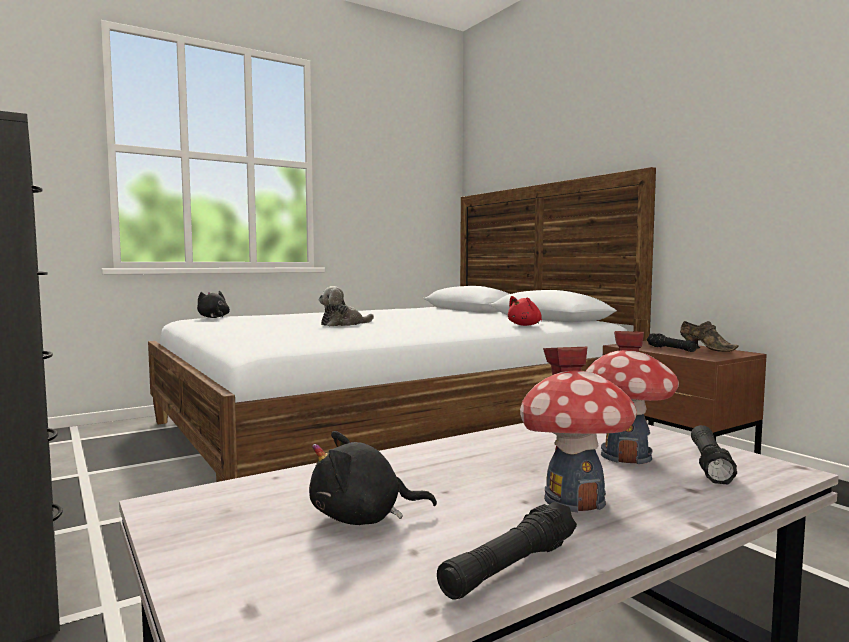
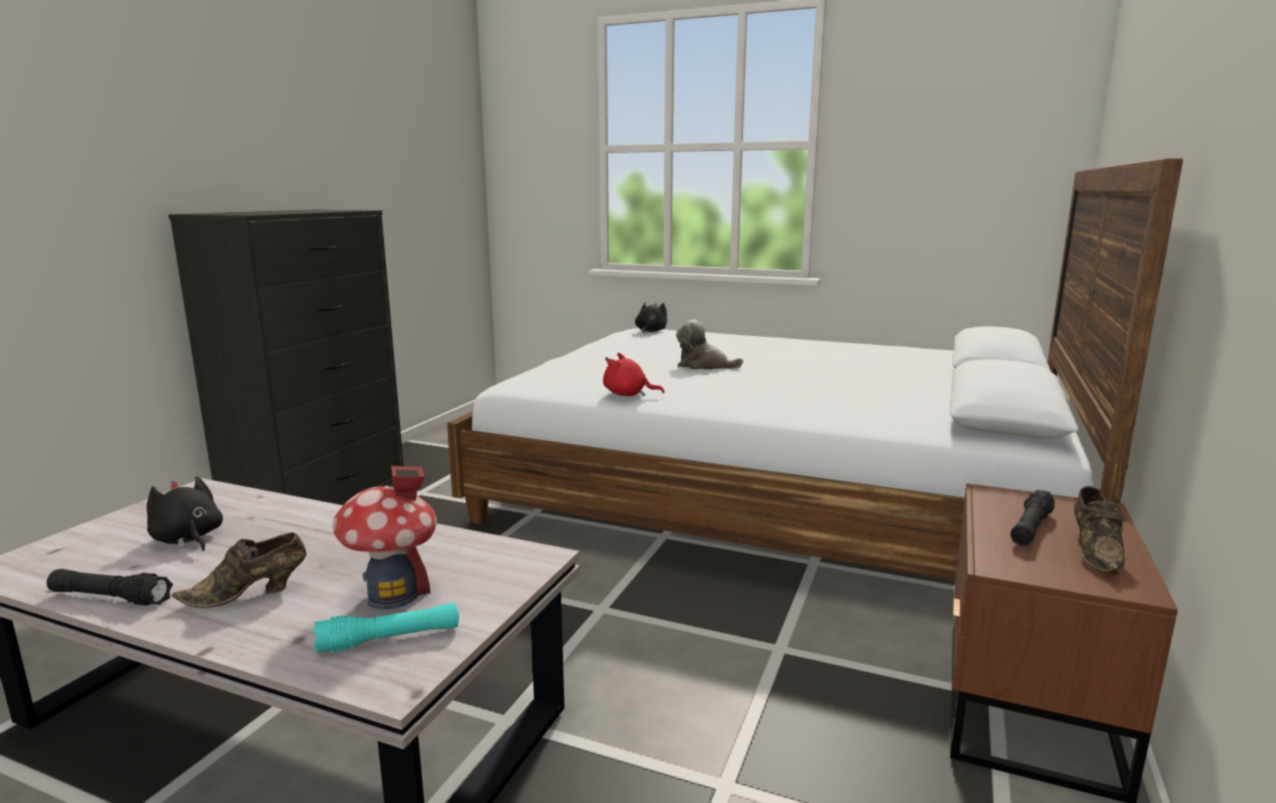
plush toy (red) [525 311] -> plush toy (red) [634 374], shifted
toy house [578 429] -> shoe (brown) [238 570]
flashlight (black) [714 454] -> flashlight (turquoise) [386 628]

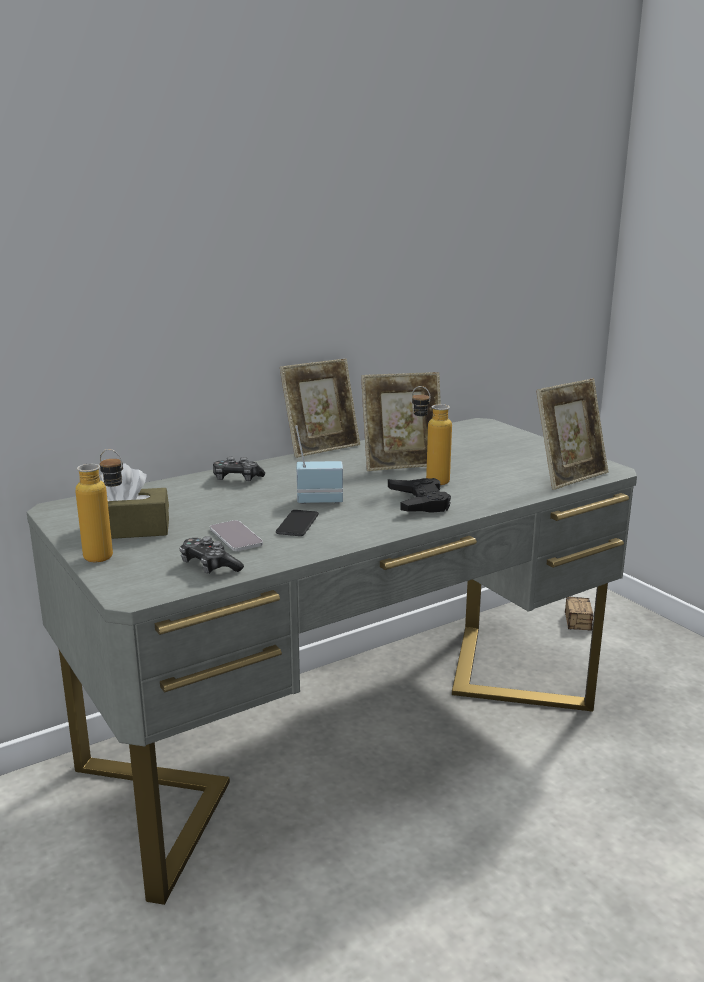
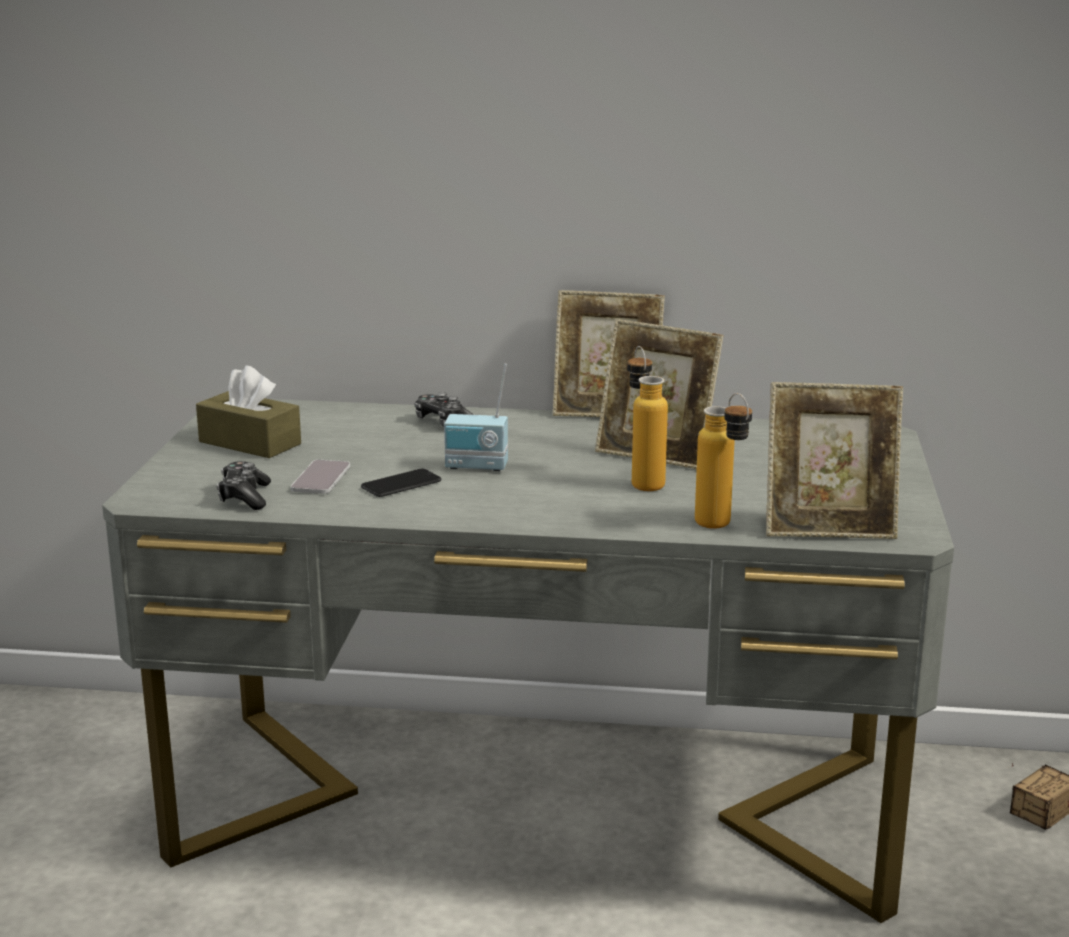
radio [319 464] -> radio [476 417], 150 degrees clockwise
bottle [99 505] -> bottle [723 460], shifted
game controller (black) [419 495] -> none

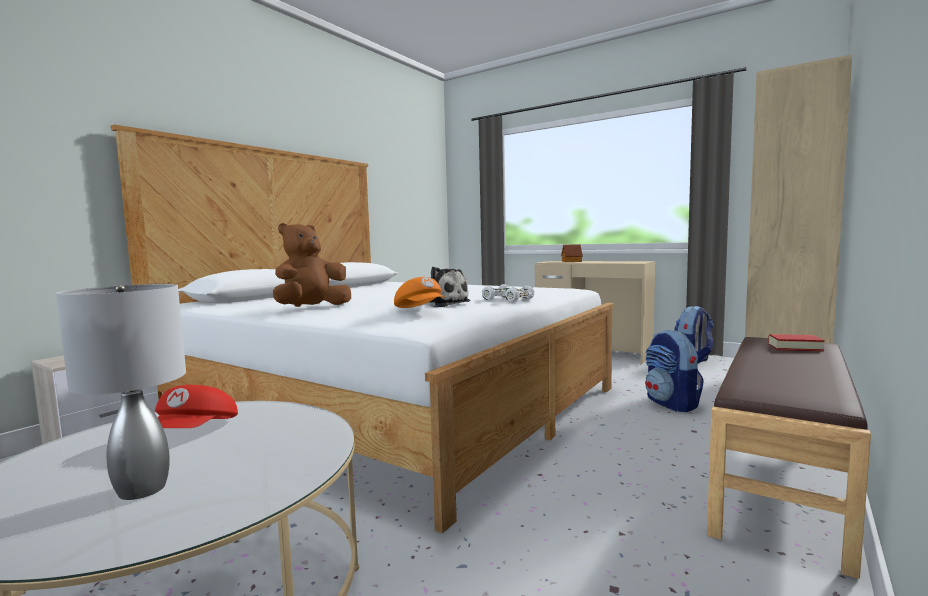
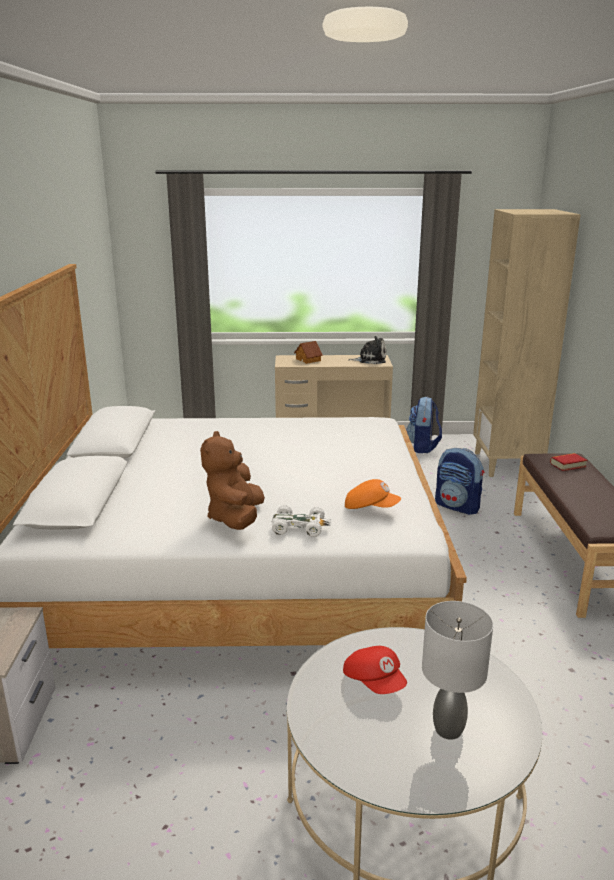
plush toy [446 287] -> plush toy [367 350], shifted
toy car (white) [508 293] -> toy car (white) [301 521], shifted

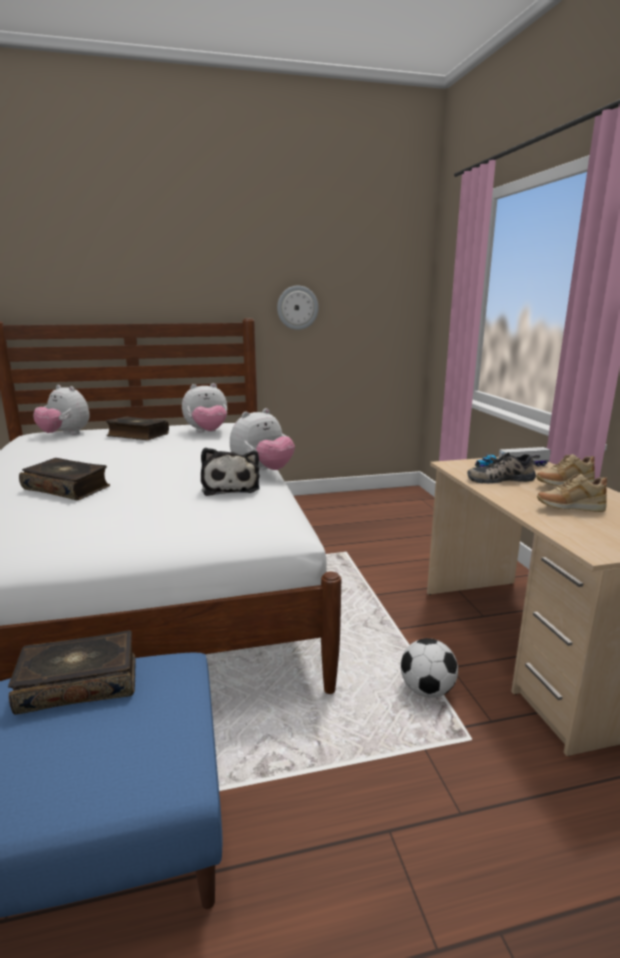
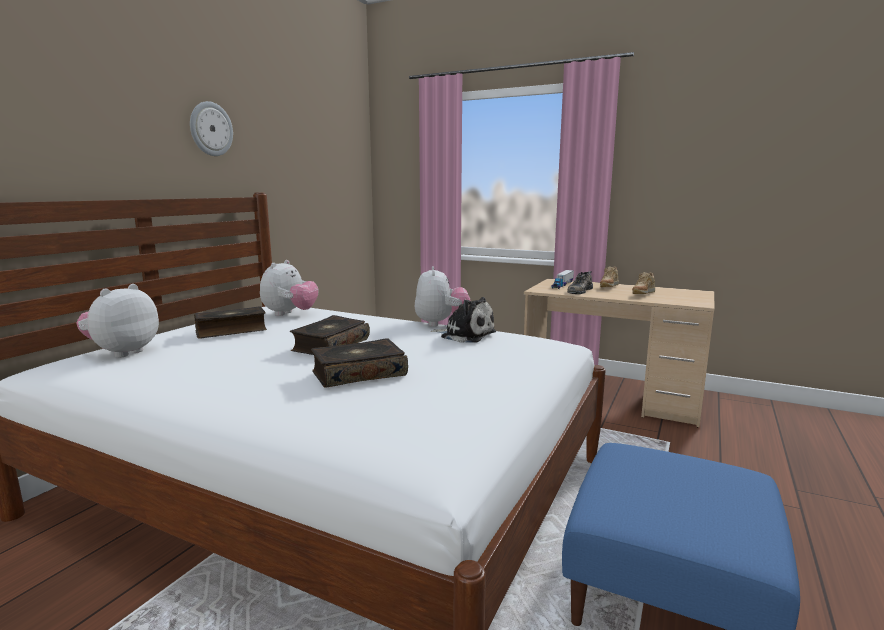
wall clock [298 308] -> wall clock [211 128], shifted
plush toy [61 410] -> plush toy [117 321], 135 degrees clockwise
book [72 672] -> book [330 335], shifted
football [429 668] -> none

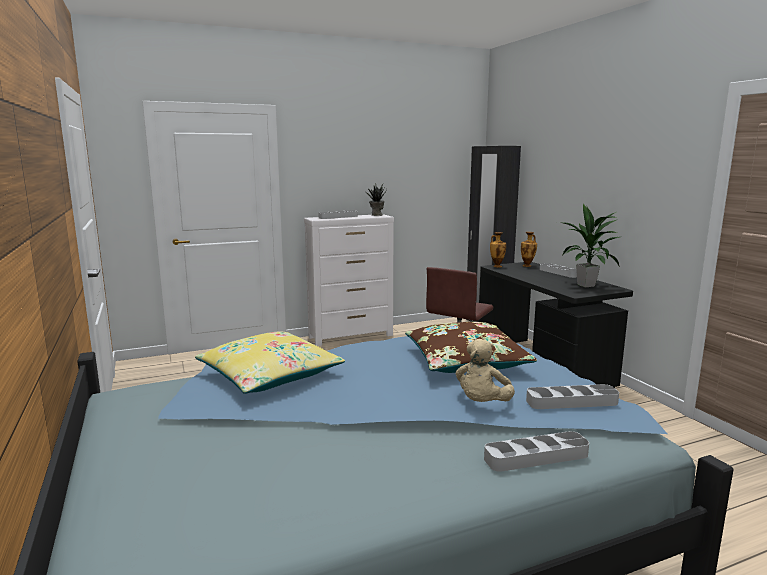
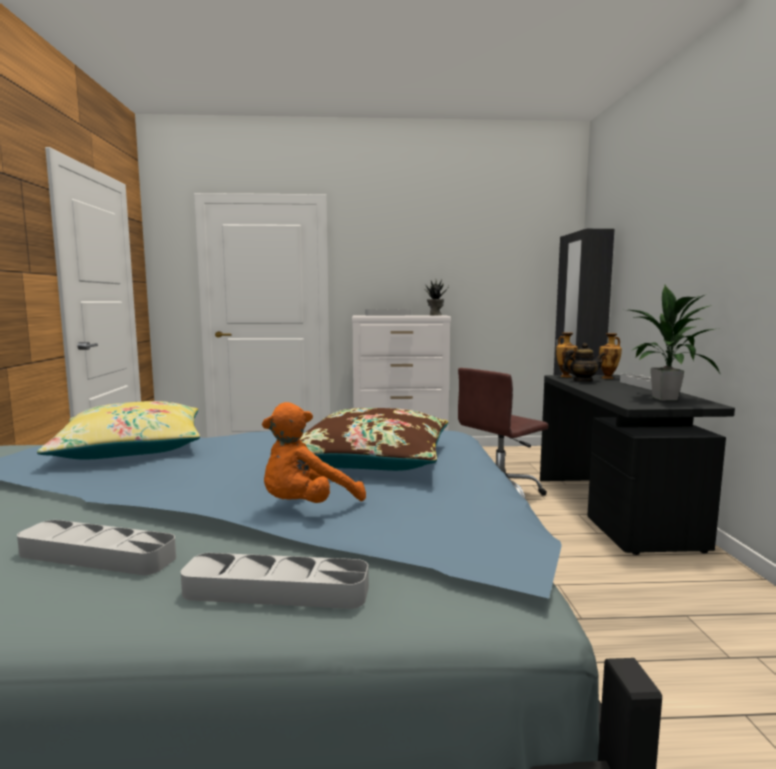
plush toy (beige) [485 370] -> plush toy (orange) [314 452]
tray (grey) [572 396] -> tray (grey) [96 547], shifted
none -> teapot [583 362]

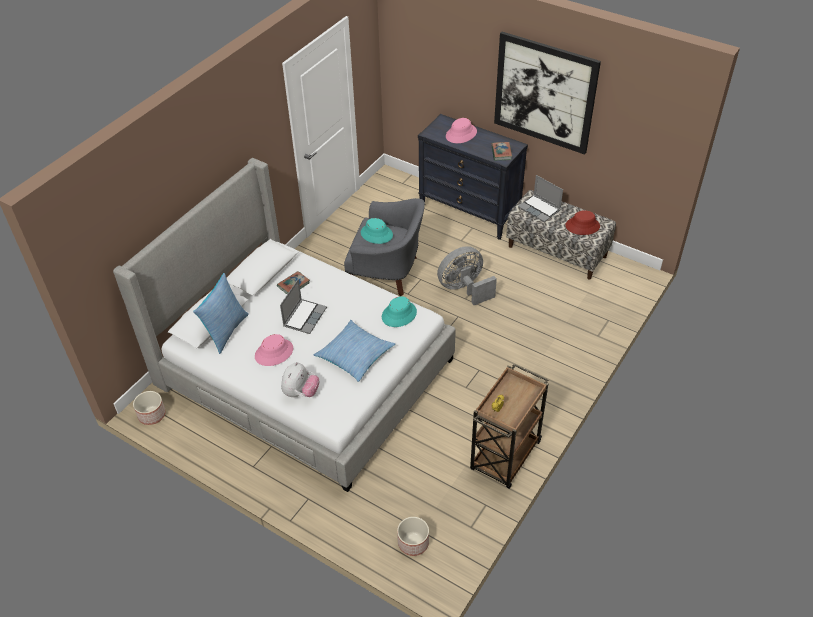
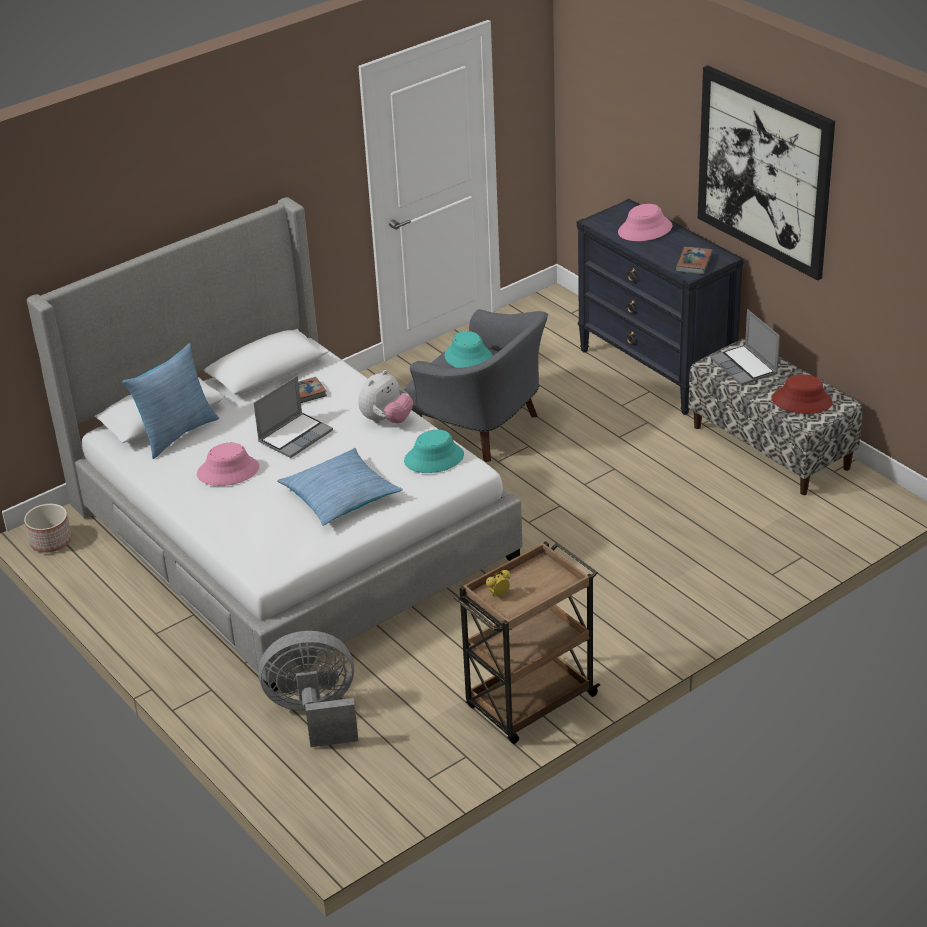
fan (grey) [467 275] -> fan (grey) [308 689], shifted
plush toy [300 379] -> plush toy [385 397], shifted
planter [413 536] -> none

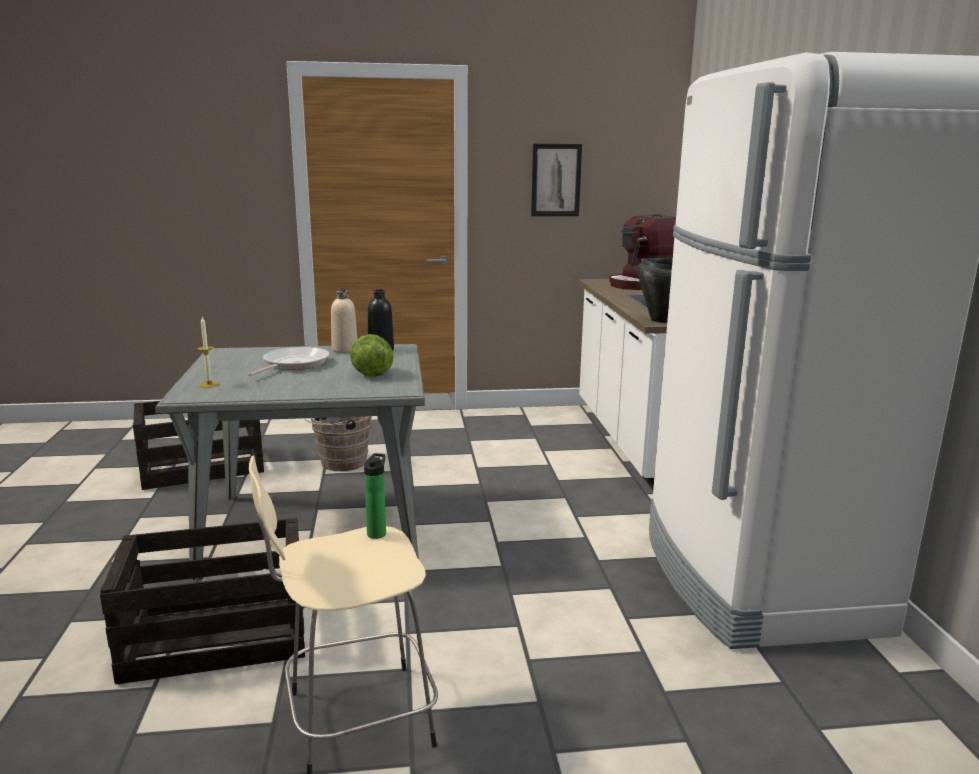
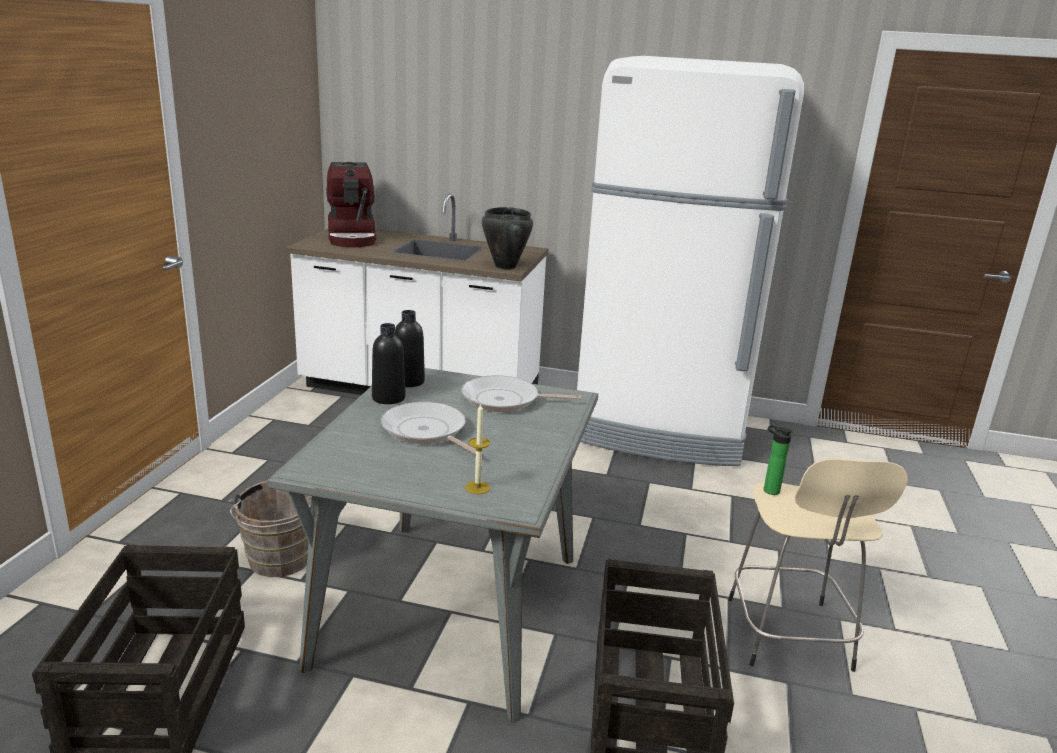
picture [556 180] -> none
bottle (beige) [344 321] -> bottle (black) [388 363]
lettuce [372 355] -> frying pan [521 393]

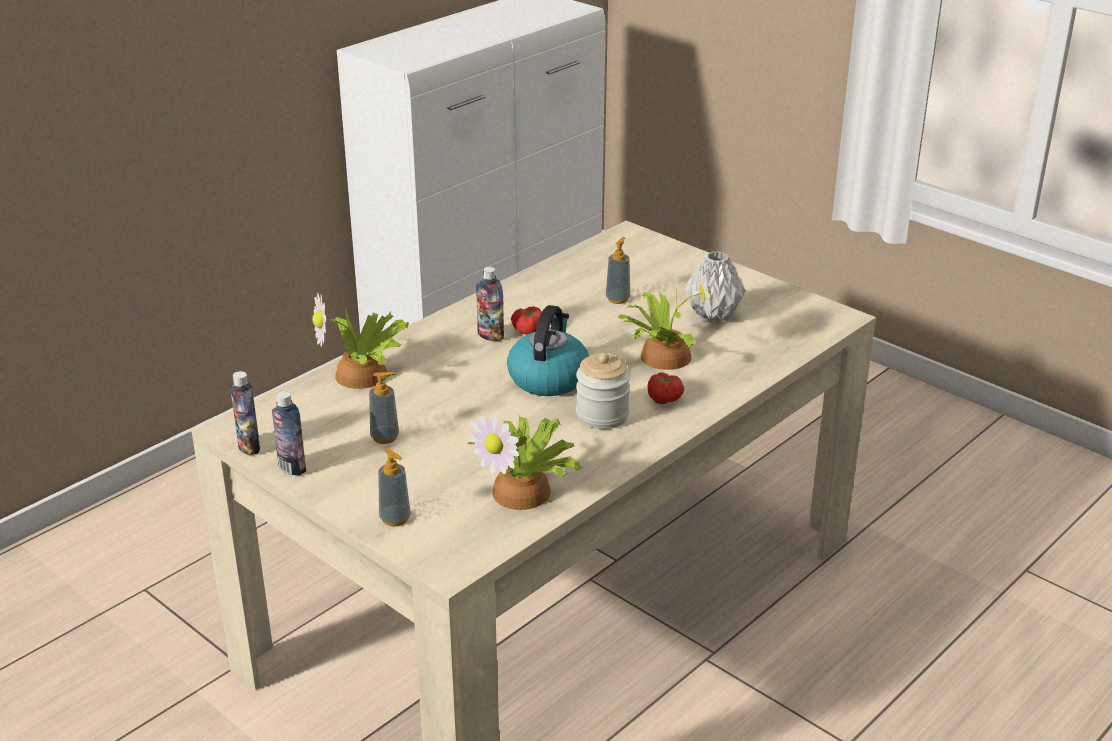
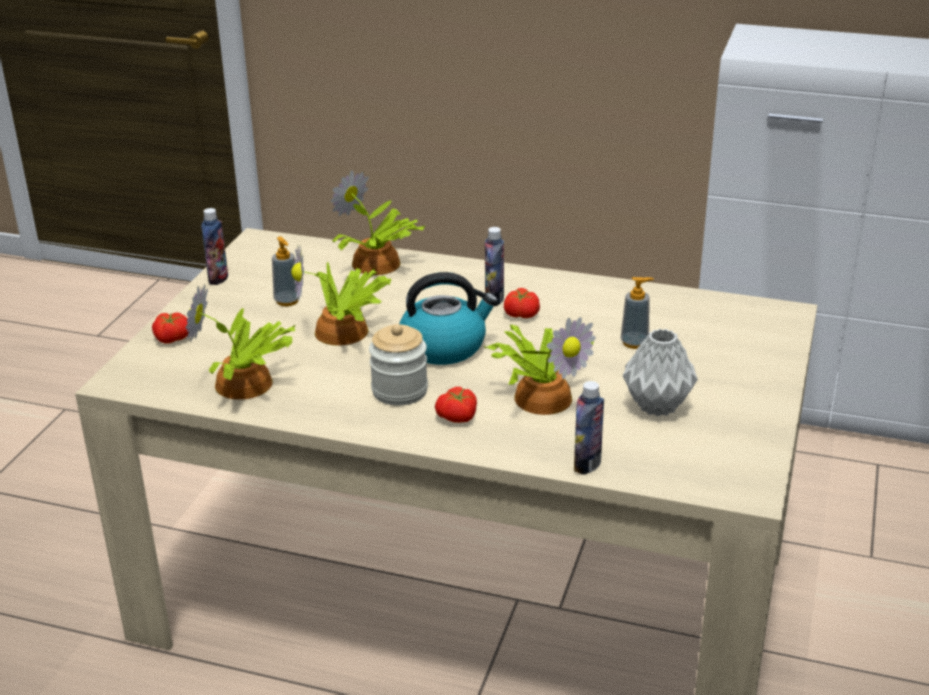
bottle [245 413] -> bottle [589 428], shifted
soap dispenser [394 487] -> tomato [171 328]
none -> potted plant [341 295]

